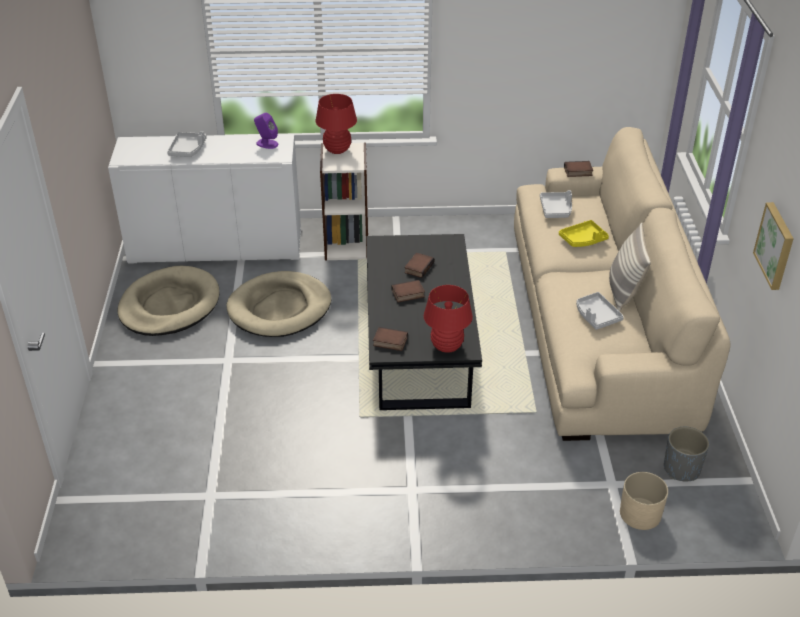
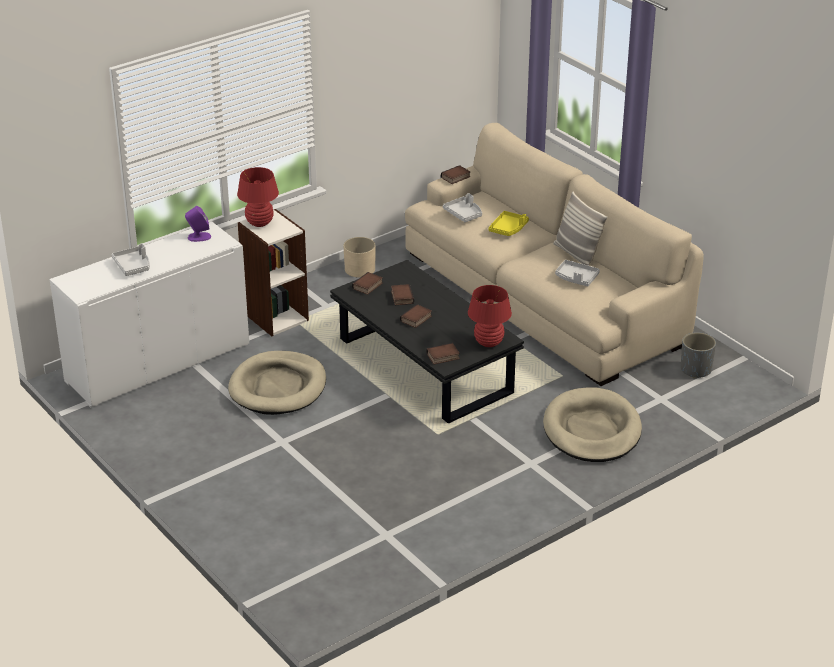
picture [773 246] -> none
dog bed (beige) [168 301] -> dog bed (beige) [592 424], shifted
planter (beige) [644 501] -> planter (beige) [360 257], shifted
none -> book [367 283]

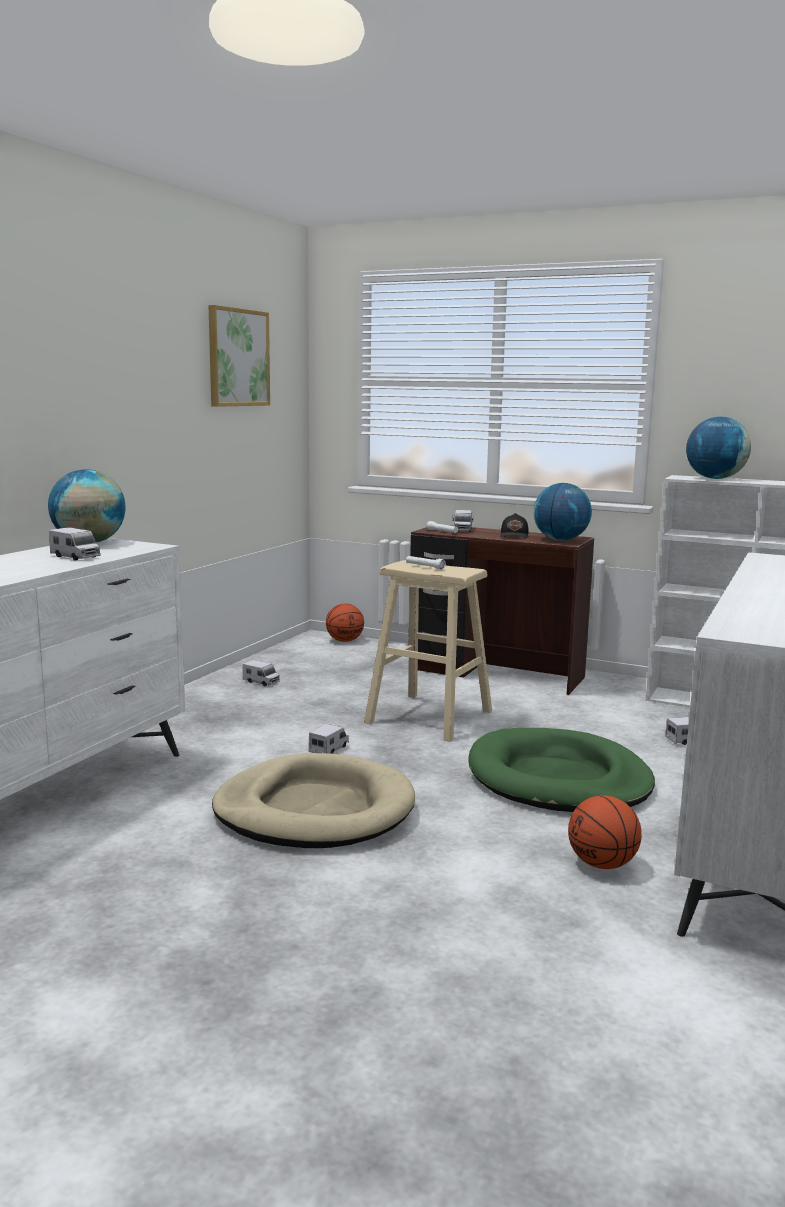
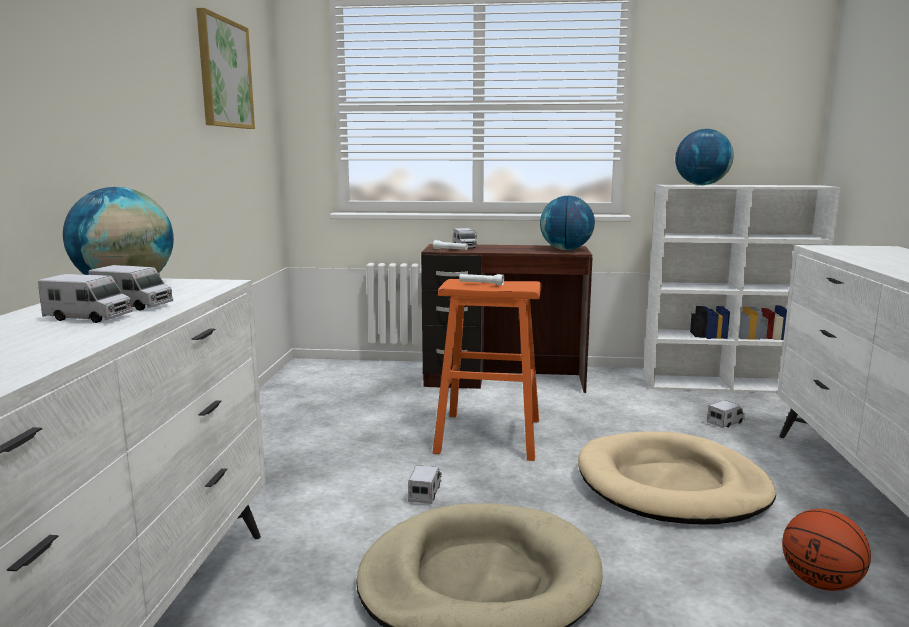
cap (black) [514 525] -> none
stool (beige) [428 651] -> stool (orange) [487 370]
basketball [345 622] -> none
toy truck [261 673] -> toy truck [85 298], shifted
dog bed (green) [561 770] -> dog bed (beige) [677 477]

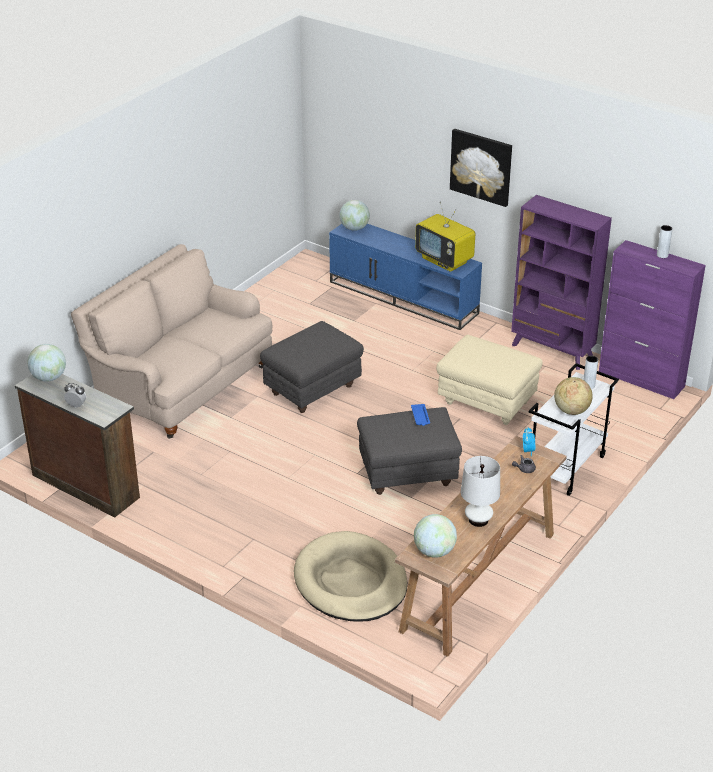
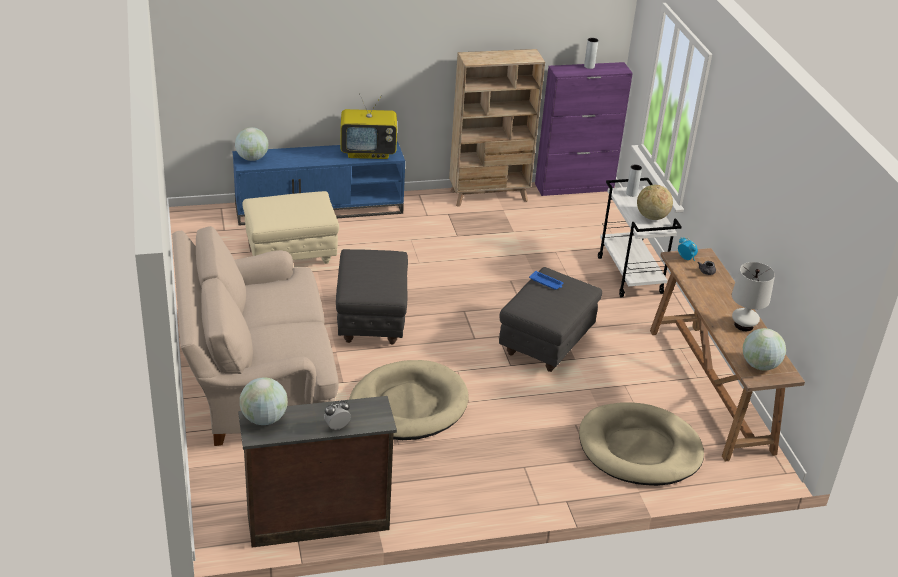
picture [481 168] -> none
bookcase (purple) [561 282] -> bookcase (beige) [497 128]
ottoman (beige) [489 380] -> ottoman (beige) [290 227], shifted
none -> dog bed (beige) [409 400]

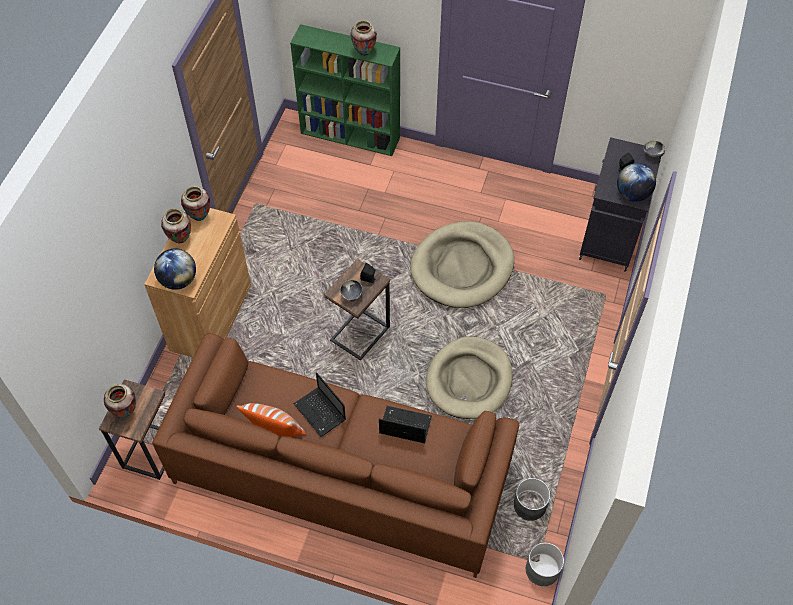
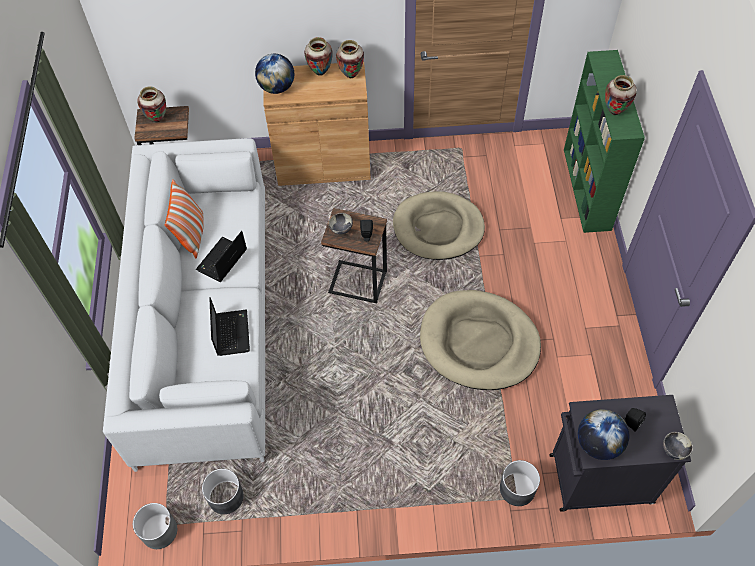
sofa (brown) [335 455] -> sofa (white) [184 305]
dog bed (beige) [469 377] -> dog bed (beige) [439 225], shifted
none -> planter (grey) [520 483]

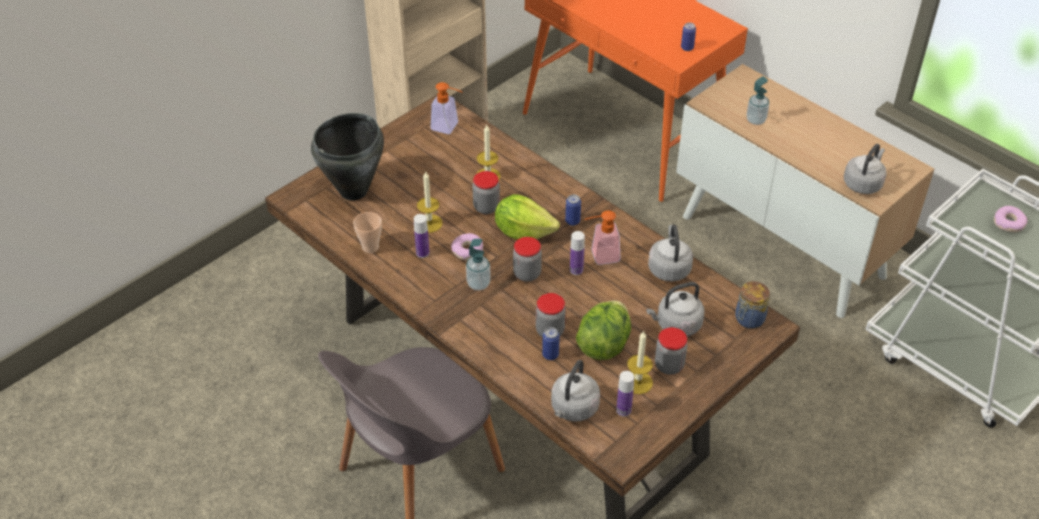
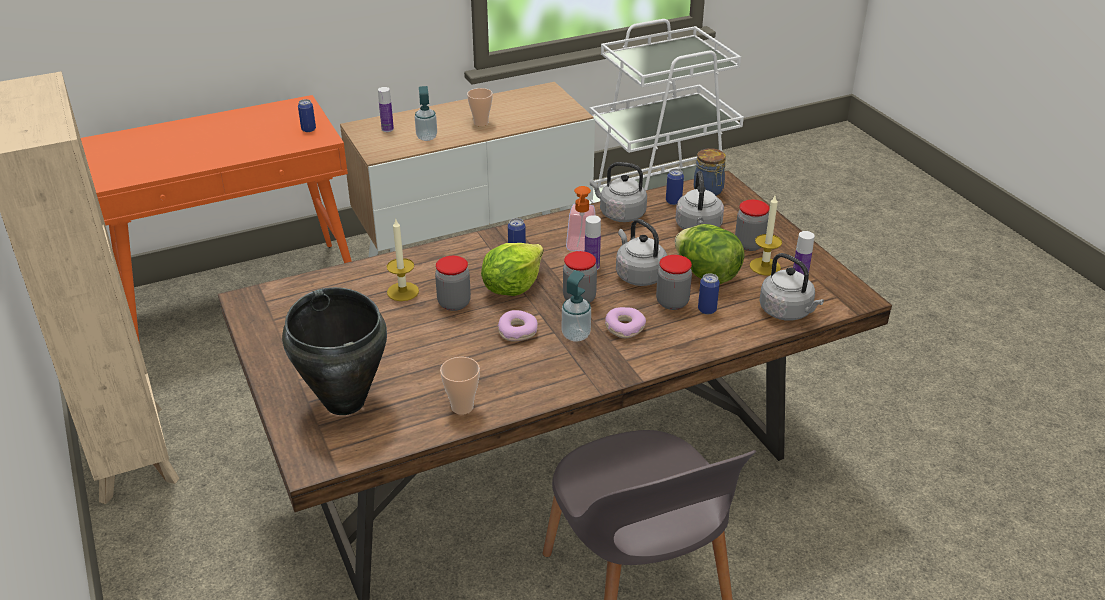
soap dispenser [447 108] -> none
kettle (grey) [865 169] -> kettle (grey) [641 252], shifted
candle [429 202] -> none
donut [1011 219] -> donut [625 322], shifted
bottle [422 236] -> bottle [386 109], shifted
none -> cup [480 107]
none -> can [675 187]

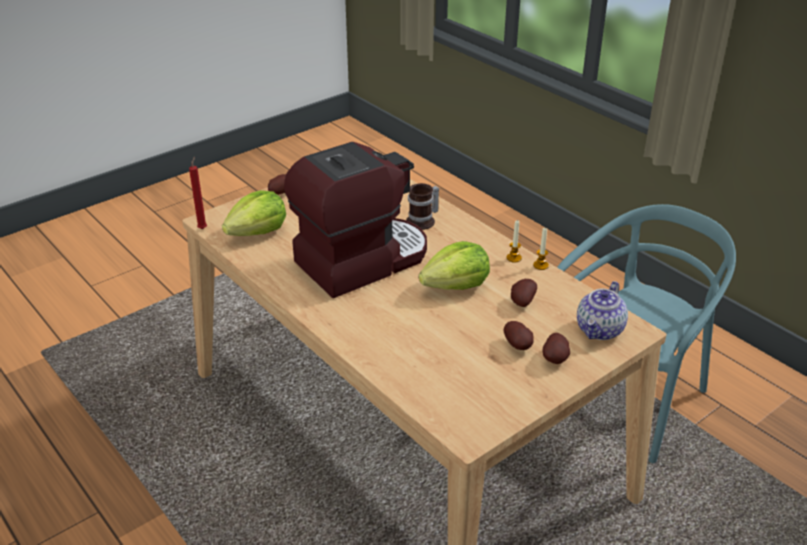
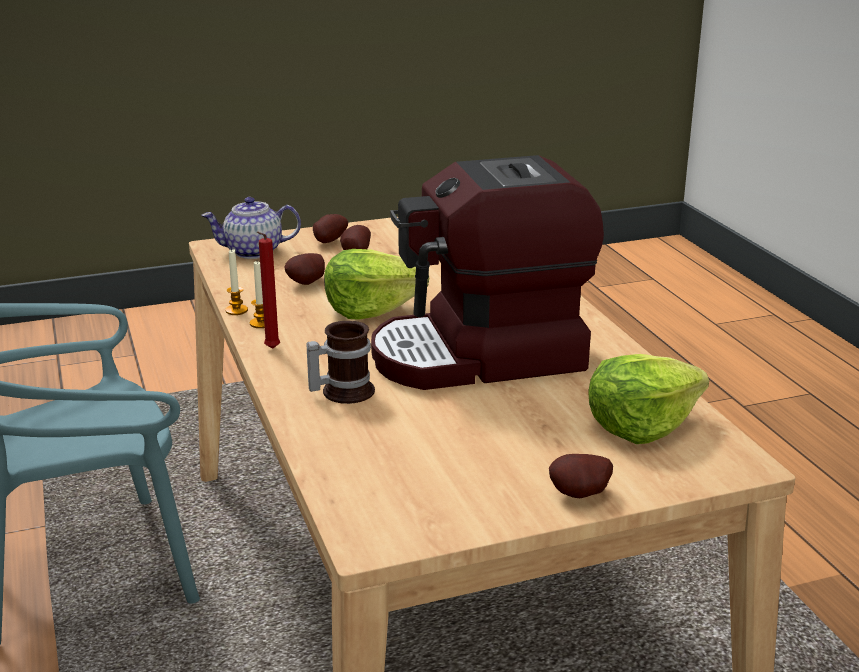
candle (red) [198 192] -> candle (red) [268 290], shifted
teapot [602 310] -> teapot [251 228], 150 degrees counterclockwise

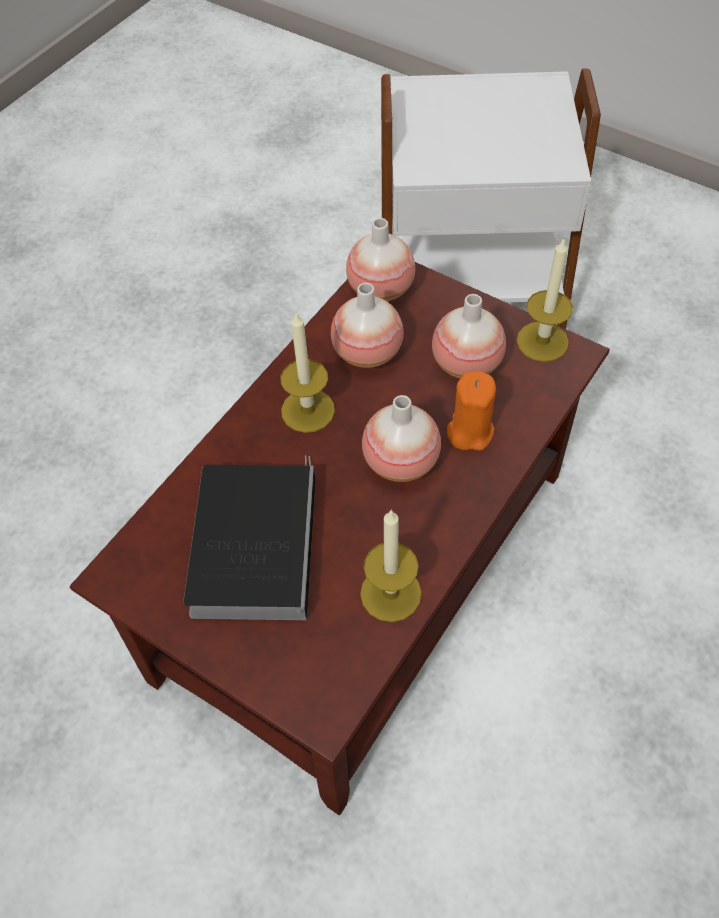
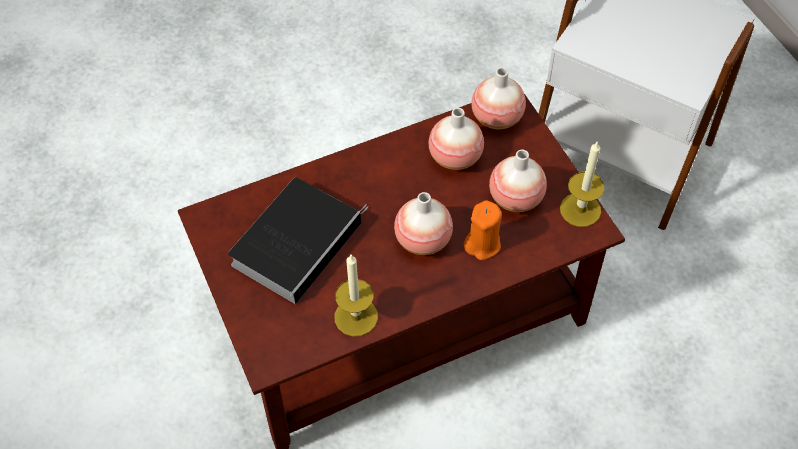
candle [307 372] -> none

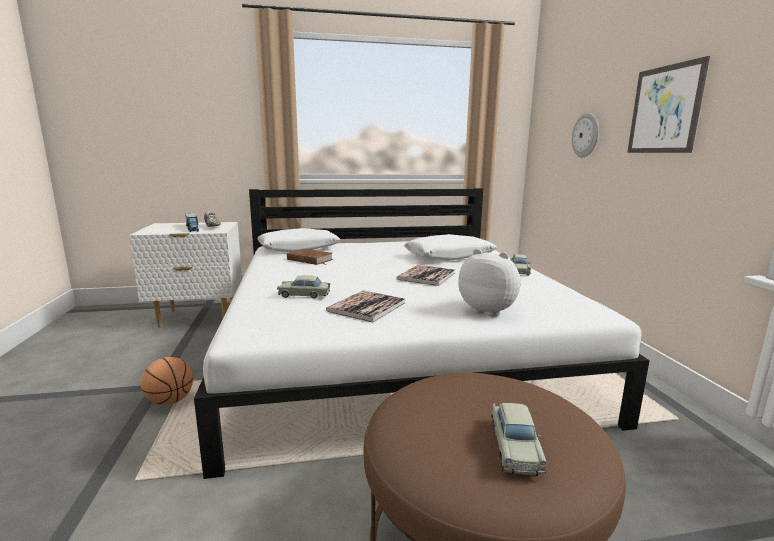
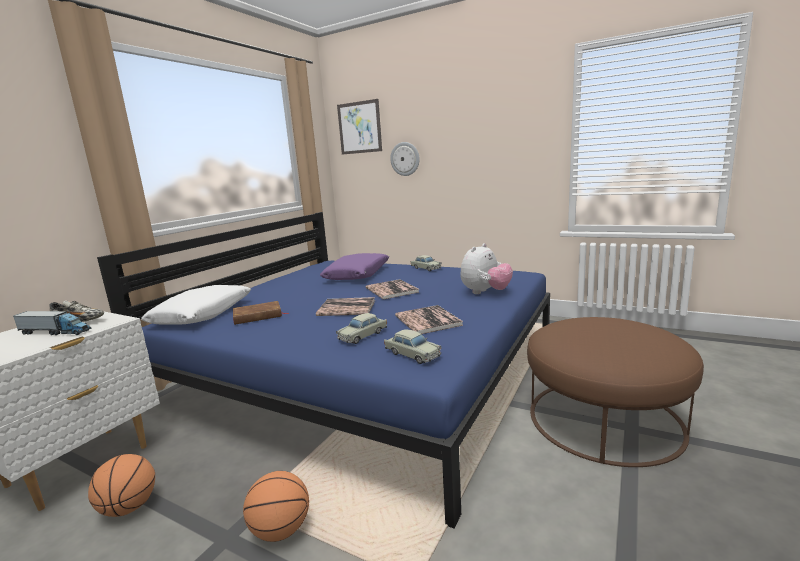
picture [668 104] -> picture [359 127], shifted
bed (white) [422 333] -> bed (blue) [323 370]
pillow (white) [450 247] -> pillow (purple) [354 266]
plush toy [490 283] -> plush toy [486 268], 150 degrees clockwise
toy car (beige) [519 439] -> toy car (beige) [413 346], shifted
none -> book [345 306]
none -> basketball [121 485]

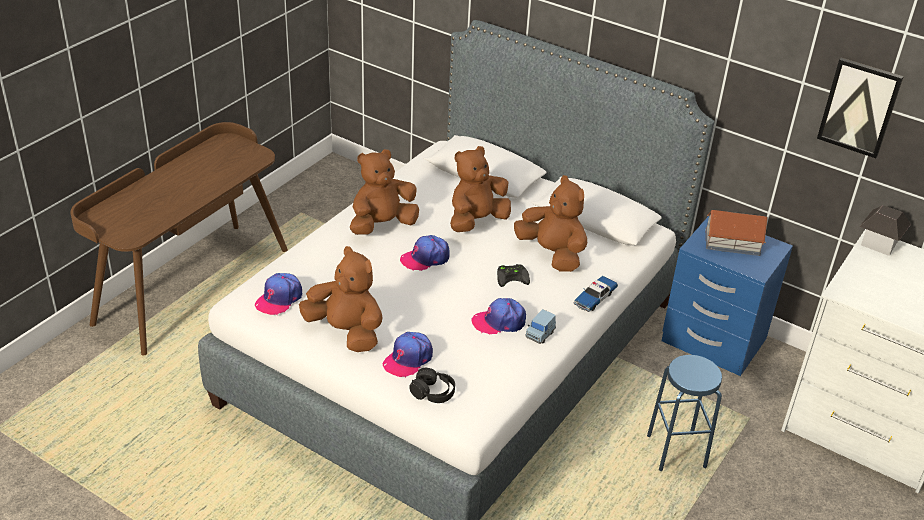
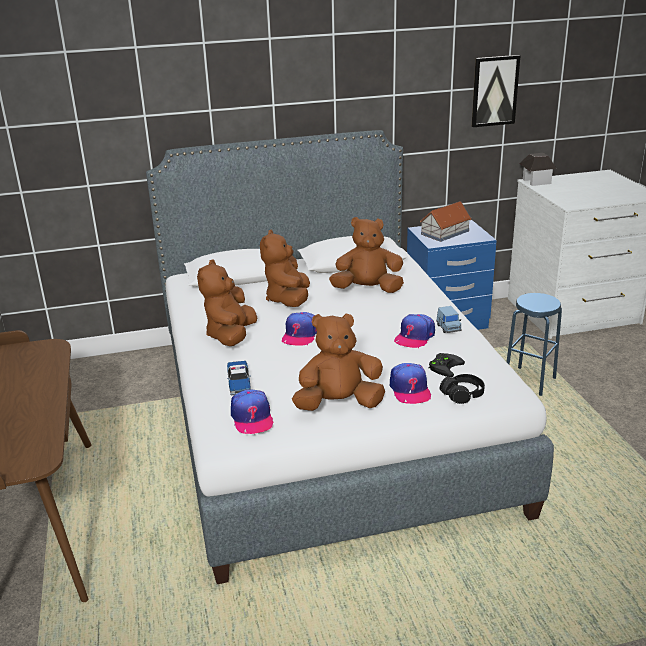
game controller (black) [513 275] -> game controller (black) [447 365], shifted
toy car [596 294] -> toy car [239 378], shifted

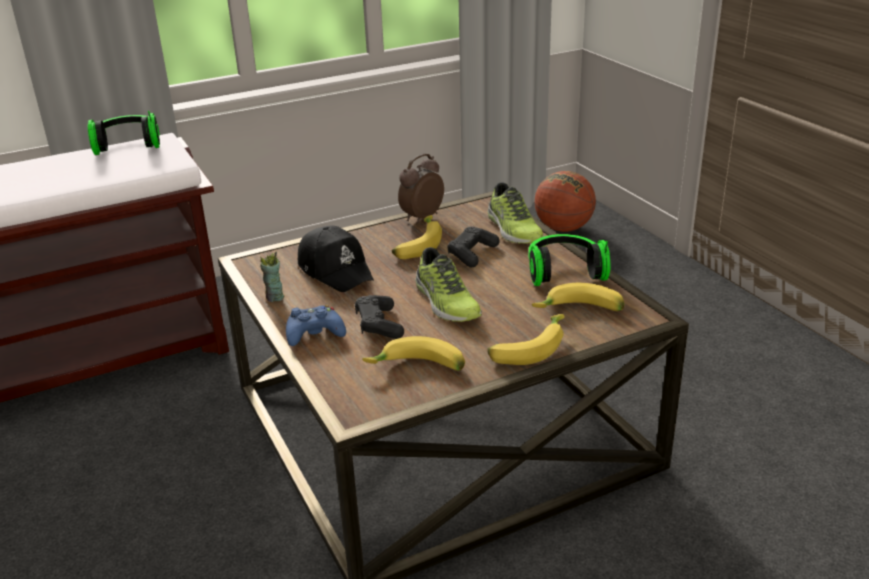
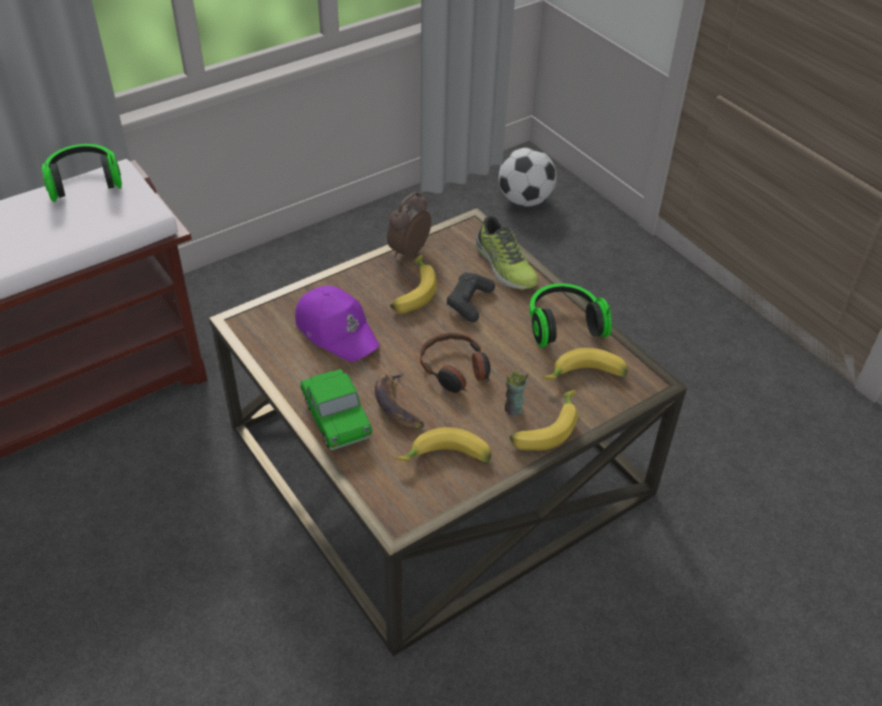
basketball [565 201] -> football [527 177]
cap (black) [336 259] -> cap (purple) [337 324]
shoe [449 284] -> headphones [455 363]
cup [272 276] -> cup [516 393], shifted
game controller (black) [379 317] -> banana [399 401]
game controller (blue) [316 325] -> toy car [336 409]

